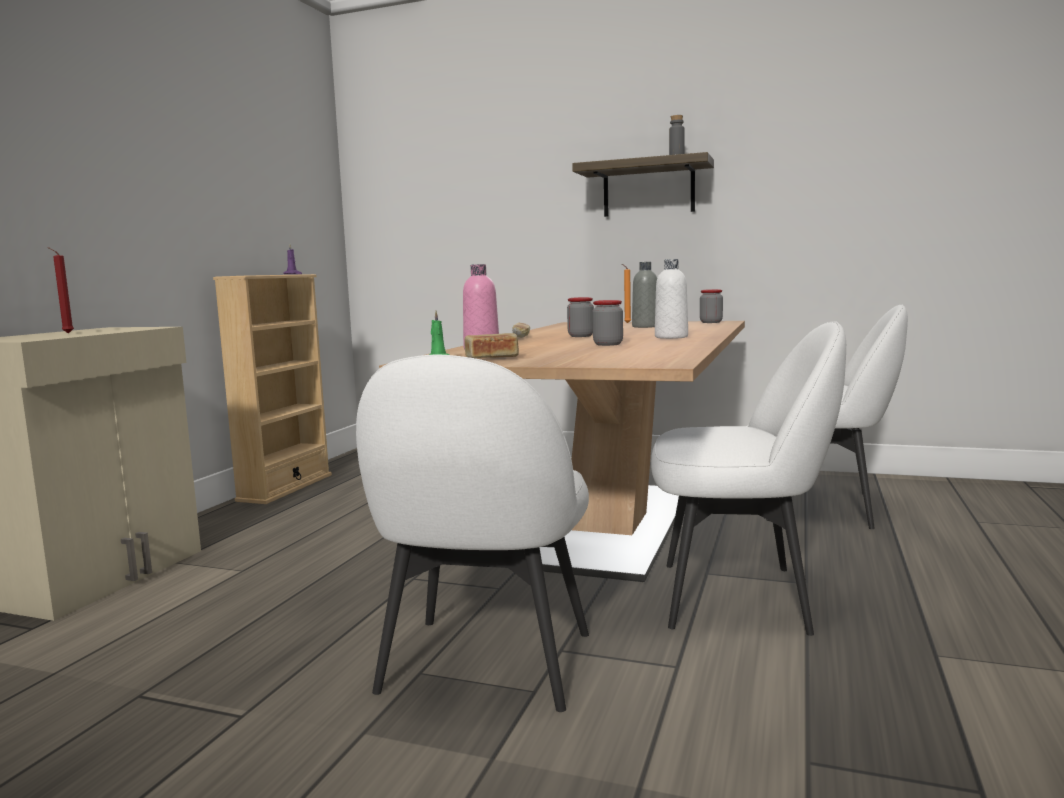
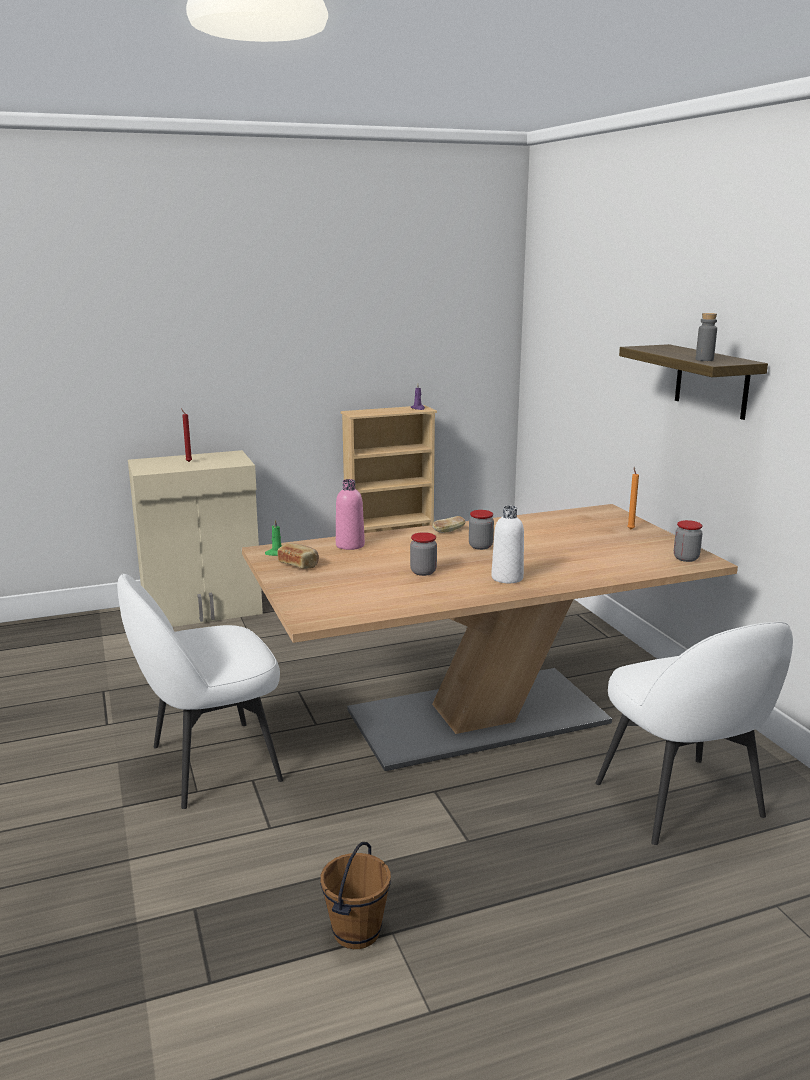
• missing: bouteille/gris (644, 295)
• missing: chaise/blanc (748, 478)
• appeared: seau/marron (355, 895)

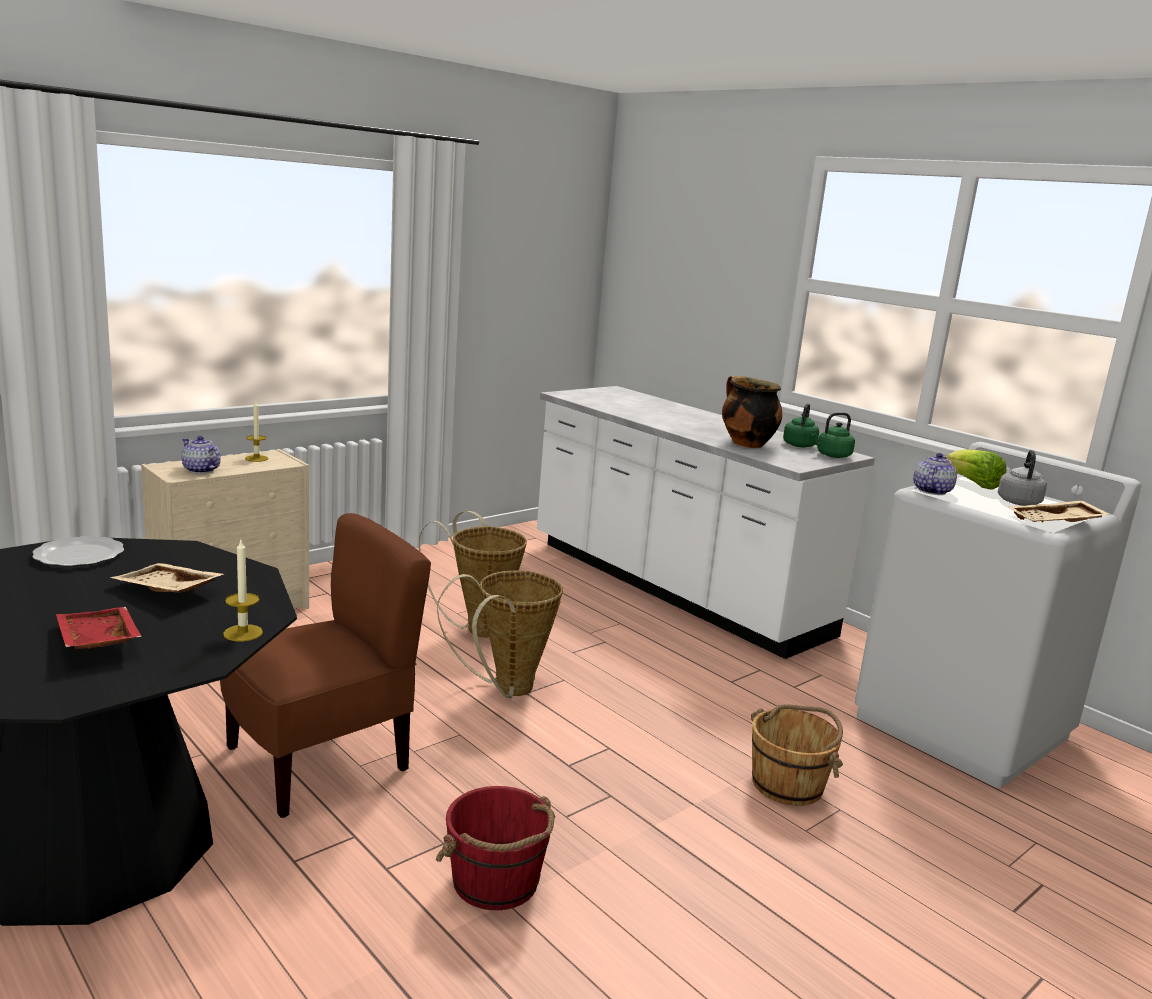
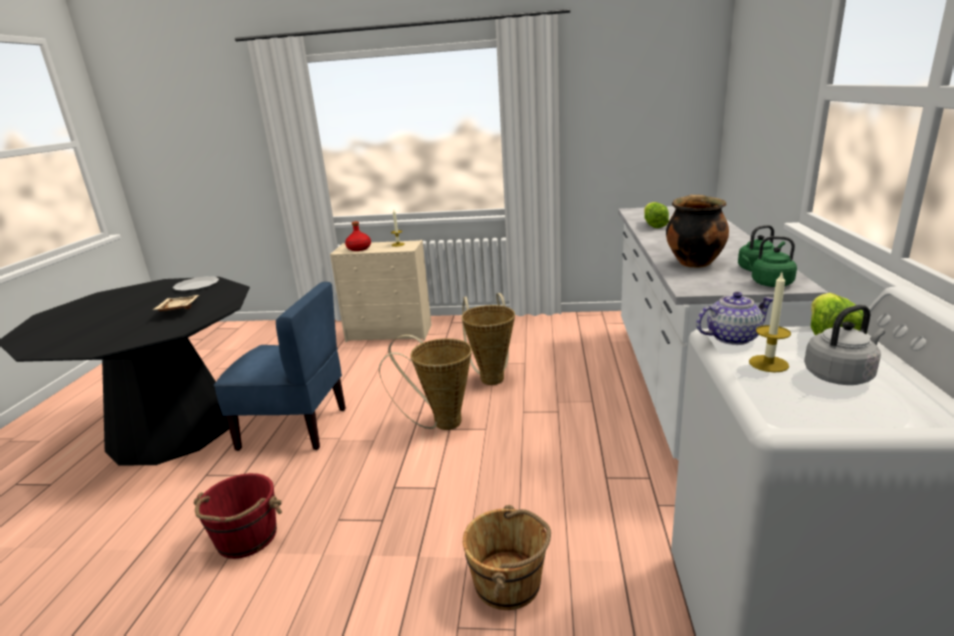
• missing: plateau/rouge (99, 628)
• exchanged: théière (201, 455) to bouteille/rouge (358, 236)
• colour: chaise/marron (325, 665) to chaise/bleu (280, 366)
• relocated: bougie (243, 591) to (770, 322)
• missing: plateau/beige (1059, 511)
• appeared: laitue (656, 215)

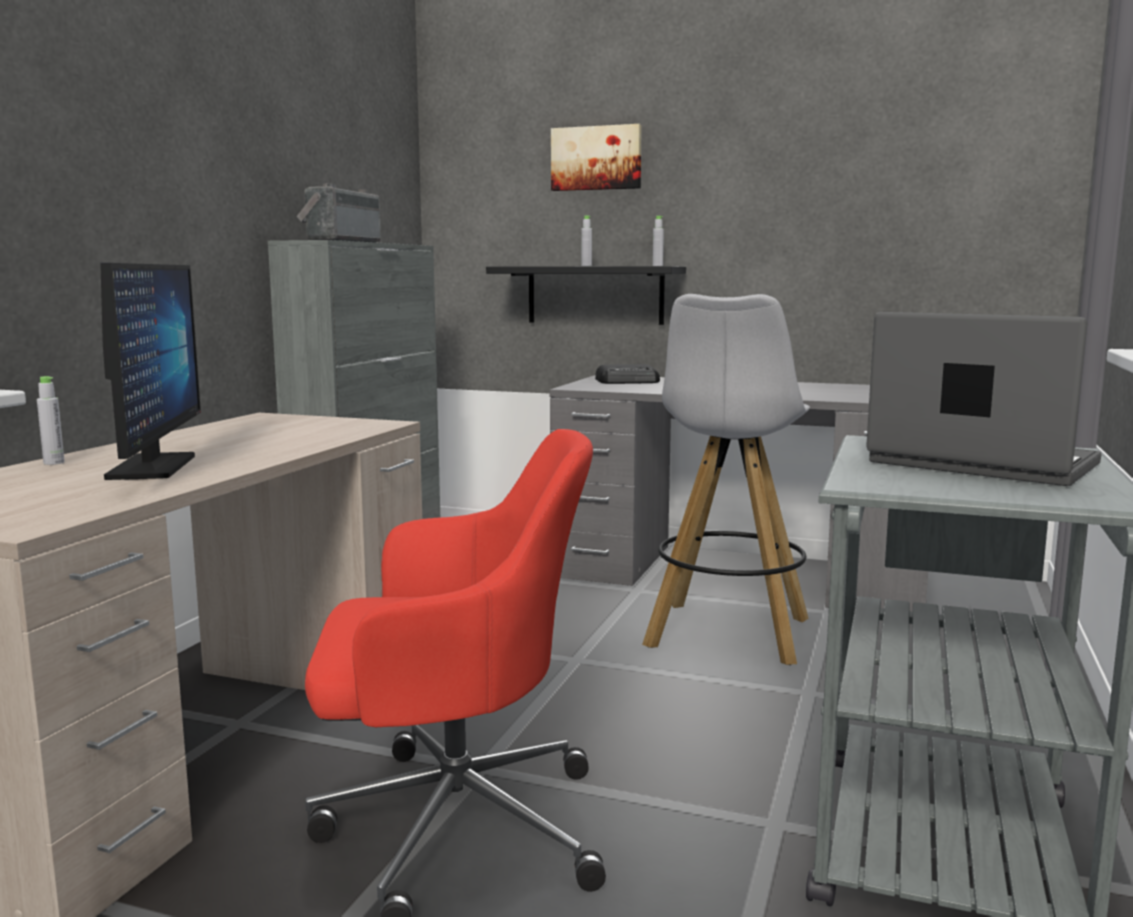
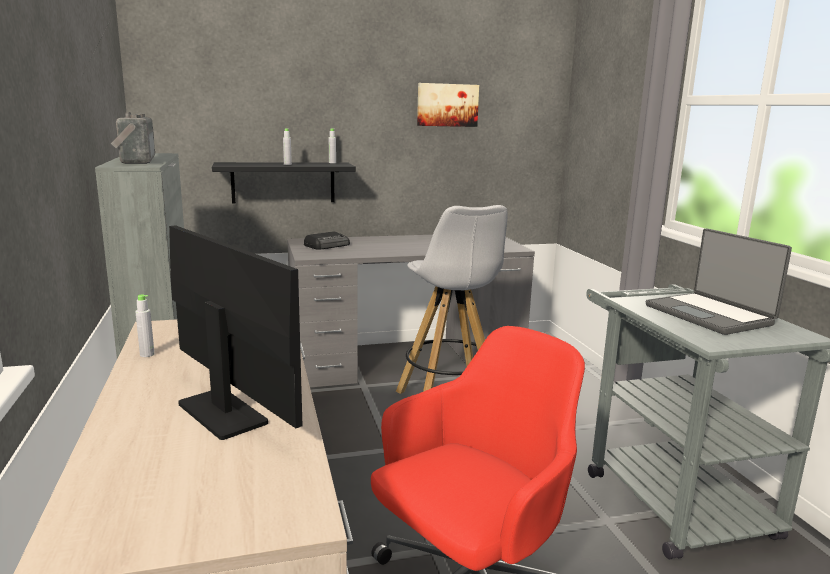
• relocated: bouteille/gris (51, 420) to (144, 326)
• relocated: tableau (596, 157) to (448, 105)
• spun: ordinateur portable (984, 399) = (719, 281) 120 degrees counterclockwise

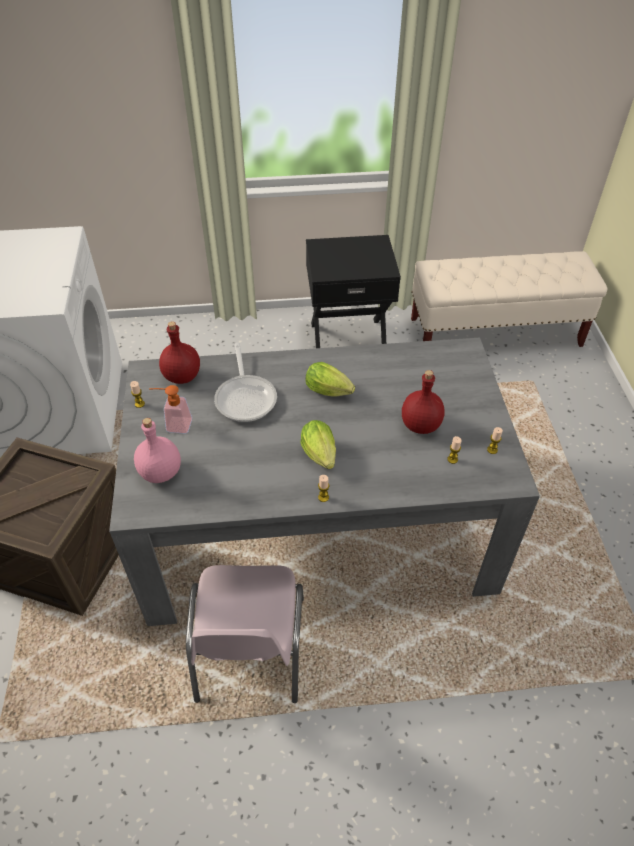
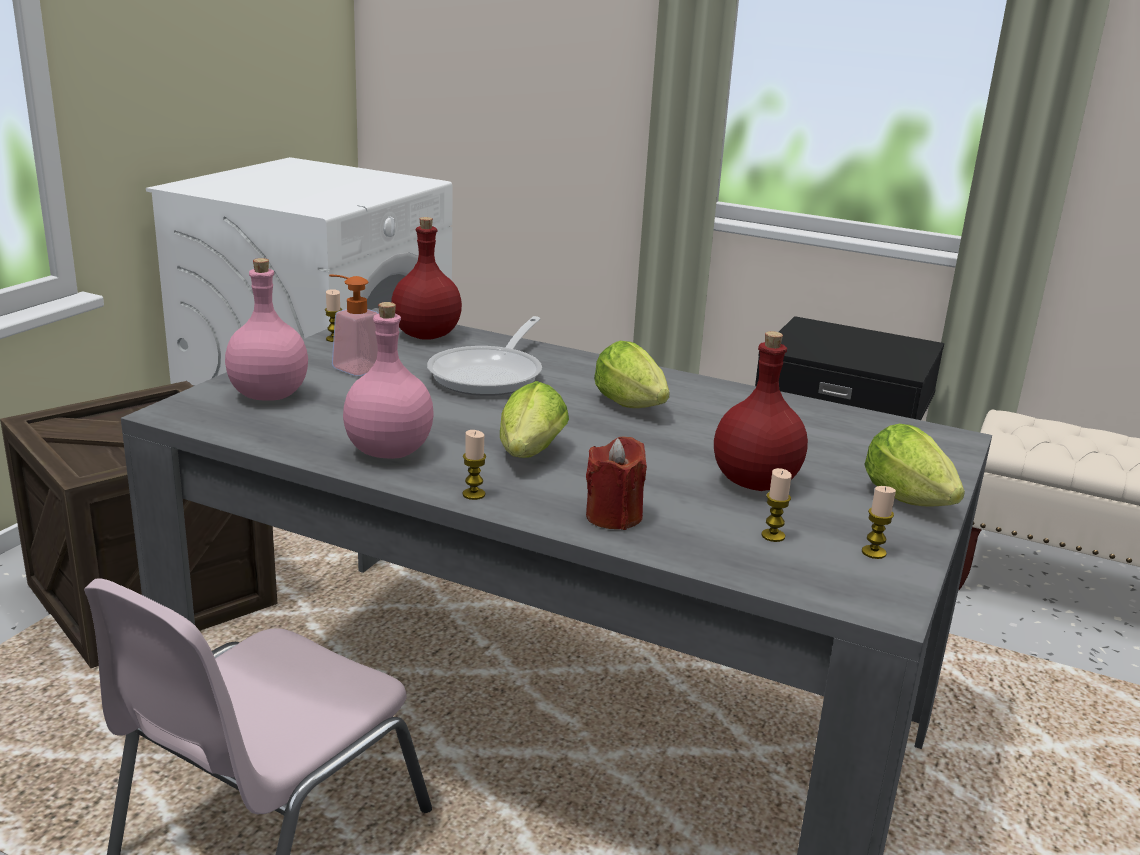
• appeared: bouteille/rose (388, 380)
• appeared: bougie/rouge (616, 483)
• appeared: laitue (914, 465)

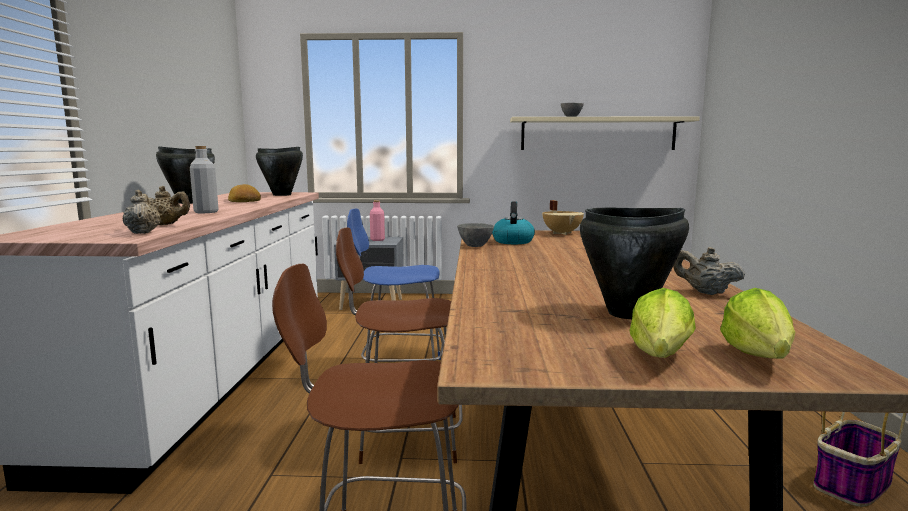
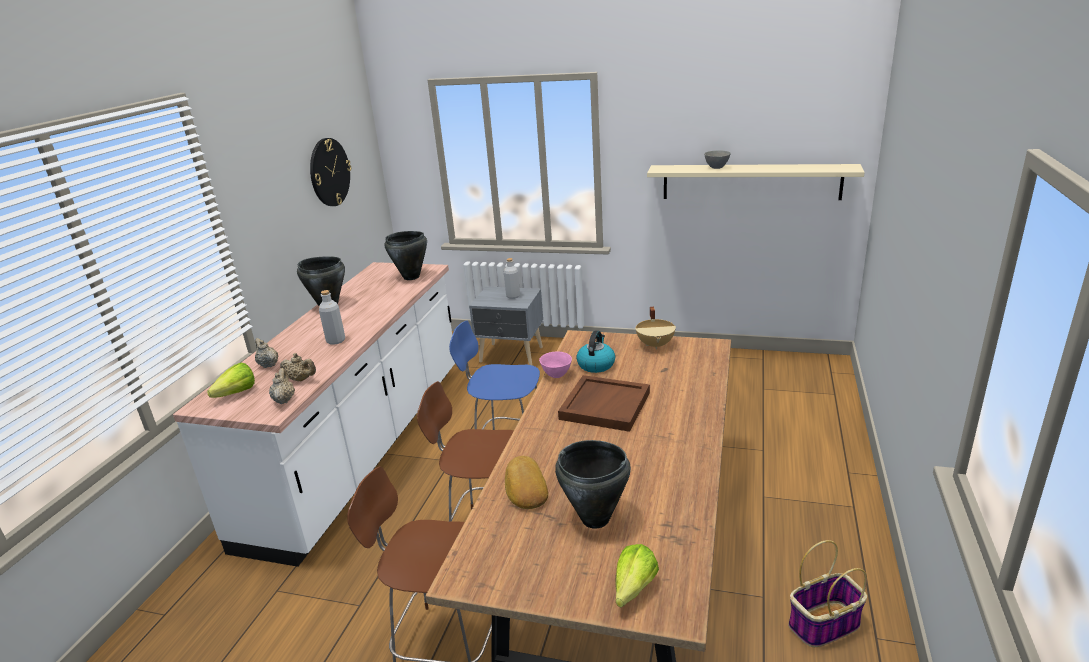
• relocated: pain (244, 193) to (526, 482)
• colour: bouteille/rose (377, 220) to bouteille/gris (512, 278)
• colour: bol/gris (475, 235) to bol/rose (555, 365)
• relocated: laitue (663, 323) to (231, 380)
• relocated: théière/beige (709, 271) to (267, 353)
• appeared: horloge murale (330, 172)
• appeared: plateau/marron (604, 403)

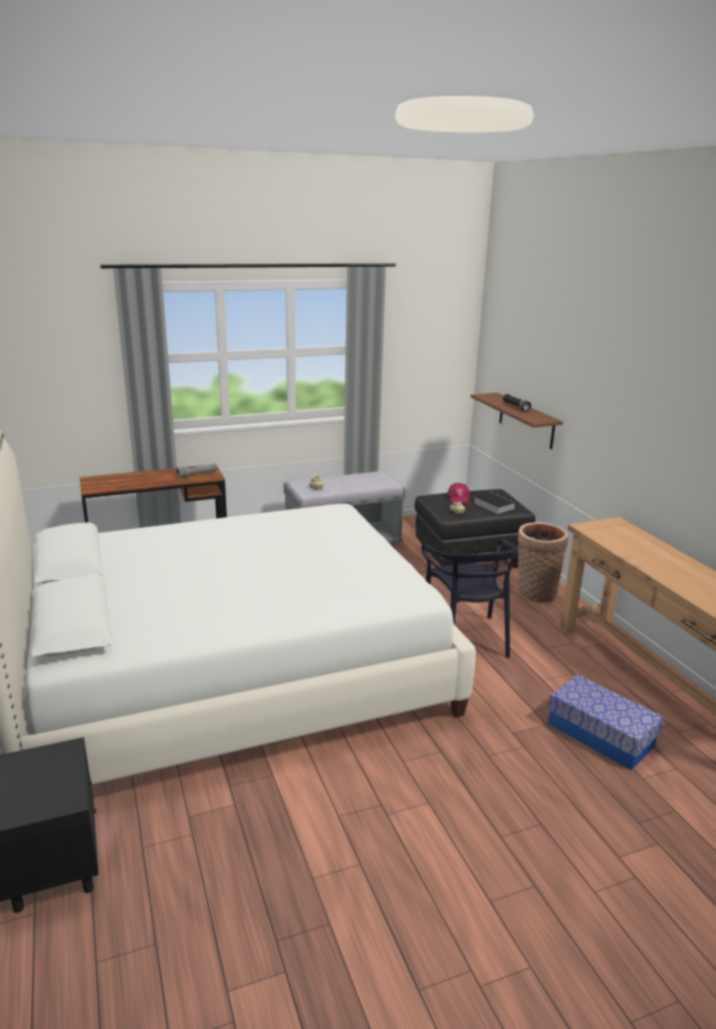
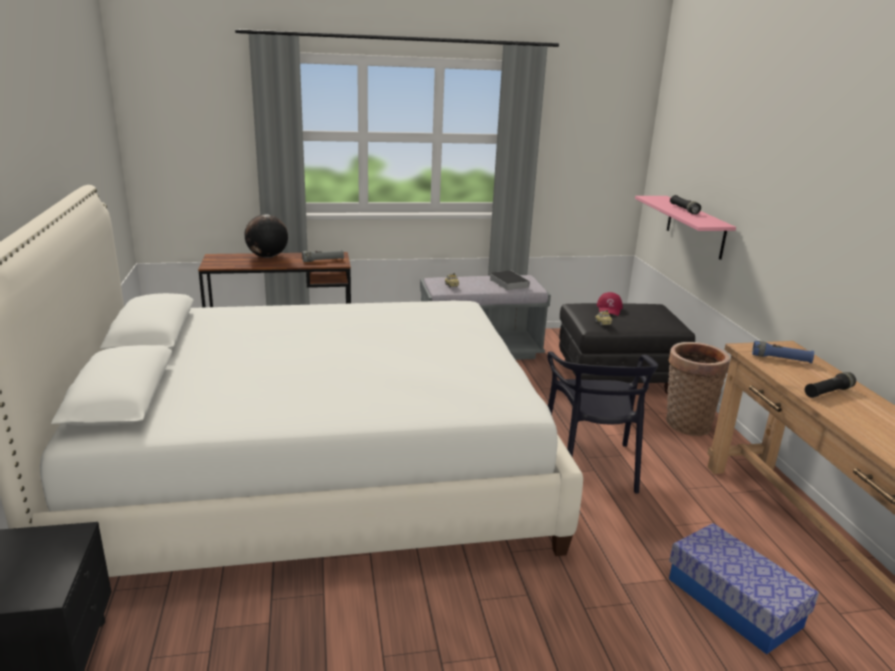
• colour: étagère/marron (517, 421) to étagère/rose (685, 228)
• relocated: livre (495, 503) to (509, 280)
• appeared: globe (266, 236)
• appeared: lampe de poche/bleu (783, 352)
• appeared: lampe de poche/noir (830, 385)

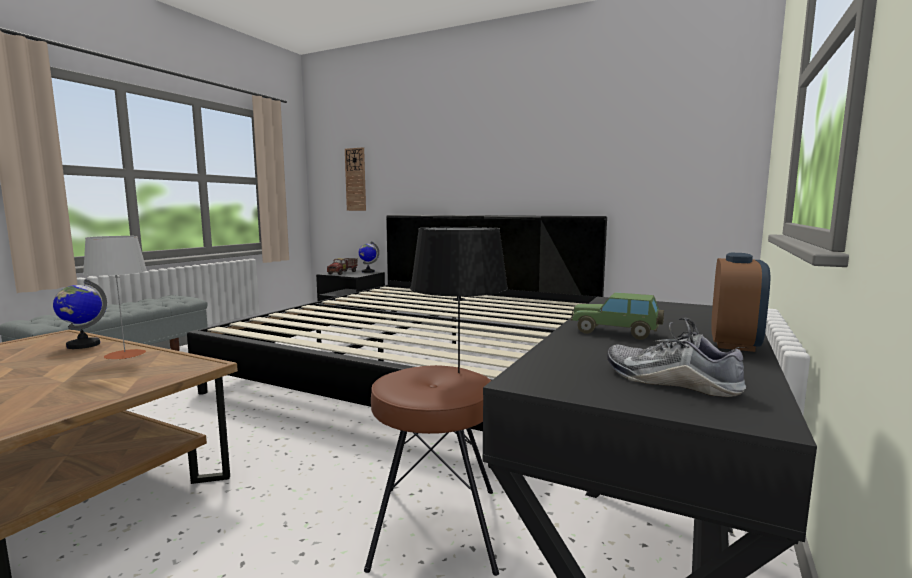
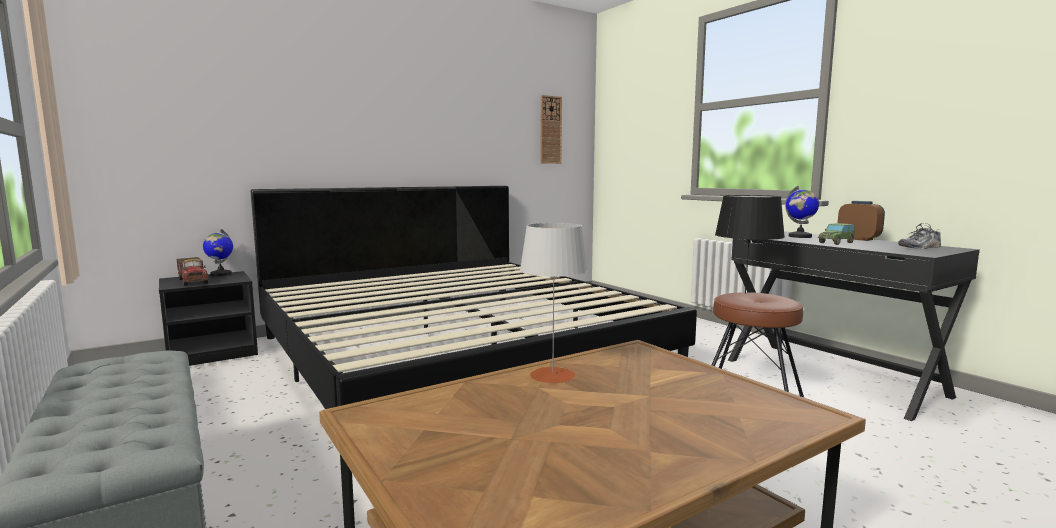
• relocated: globe (80, 314) to (802, 212)
• relocated: horloge murale (355, 179) to (551, 129)

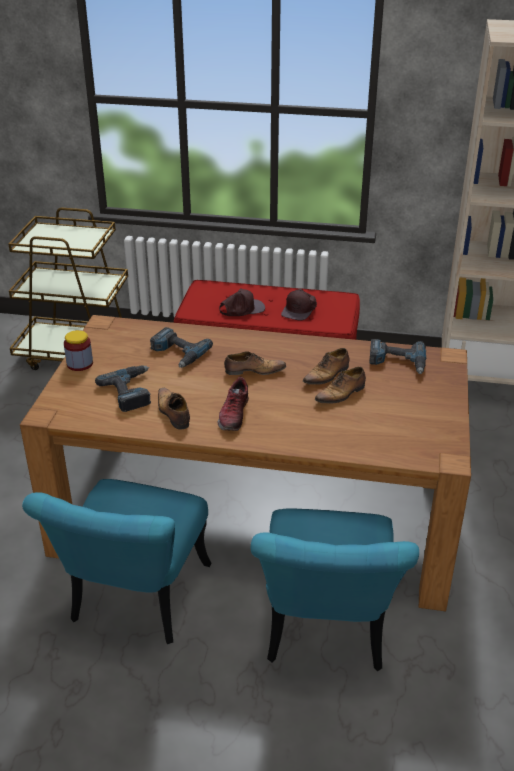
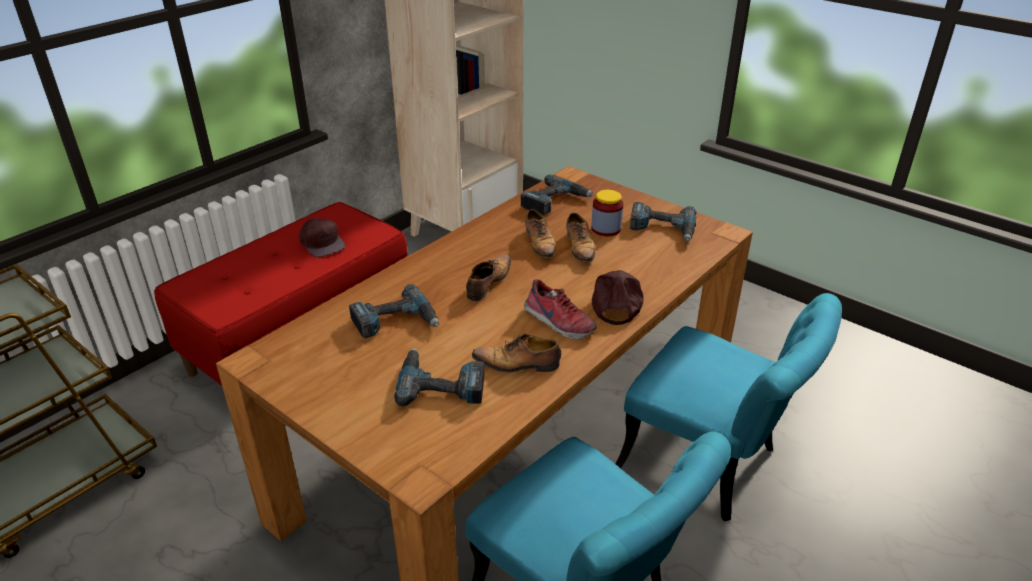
• relocated: bocal (78, 350) to (607, 213)
• relocated: casquette/marron (242, 302) to (618, 297)
• appeared: perceuse (663, 222)

